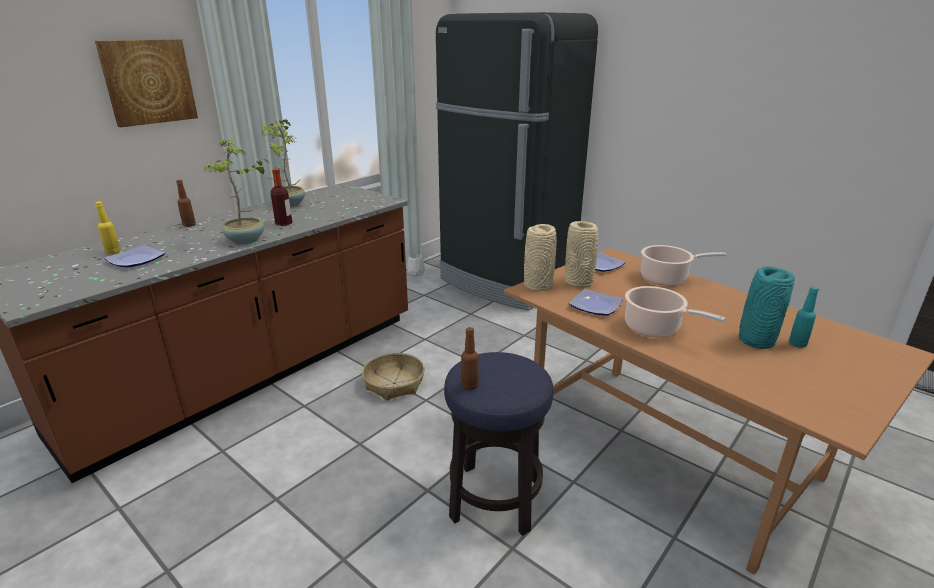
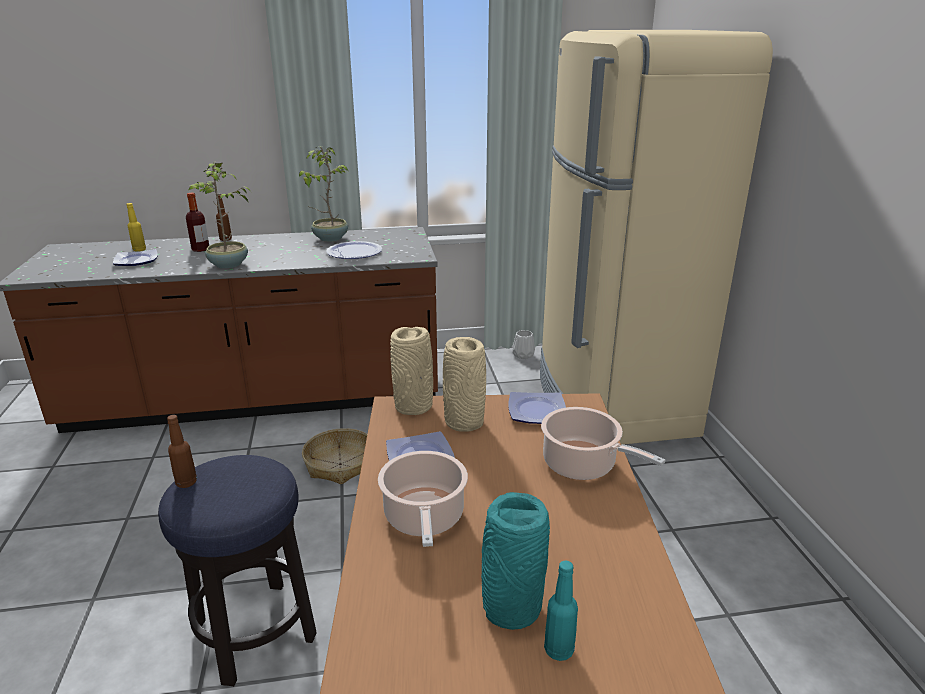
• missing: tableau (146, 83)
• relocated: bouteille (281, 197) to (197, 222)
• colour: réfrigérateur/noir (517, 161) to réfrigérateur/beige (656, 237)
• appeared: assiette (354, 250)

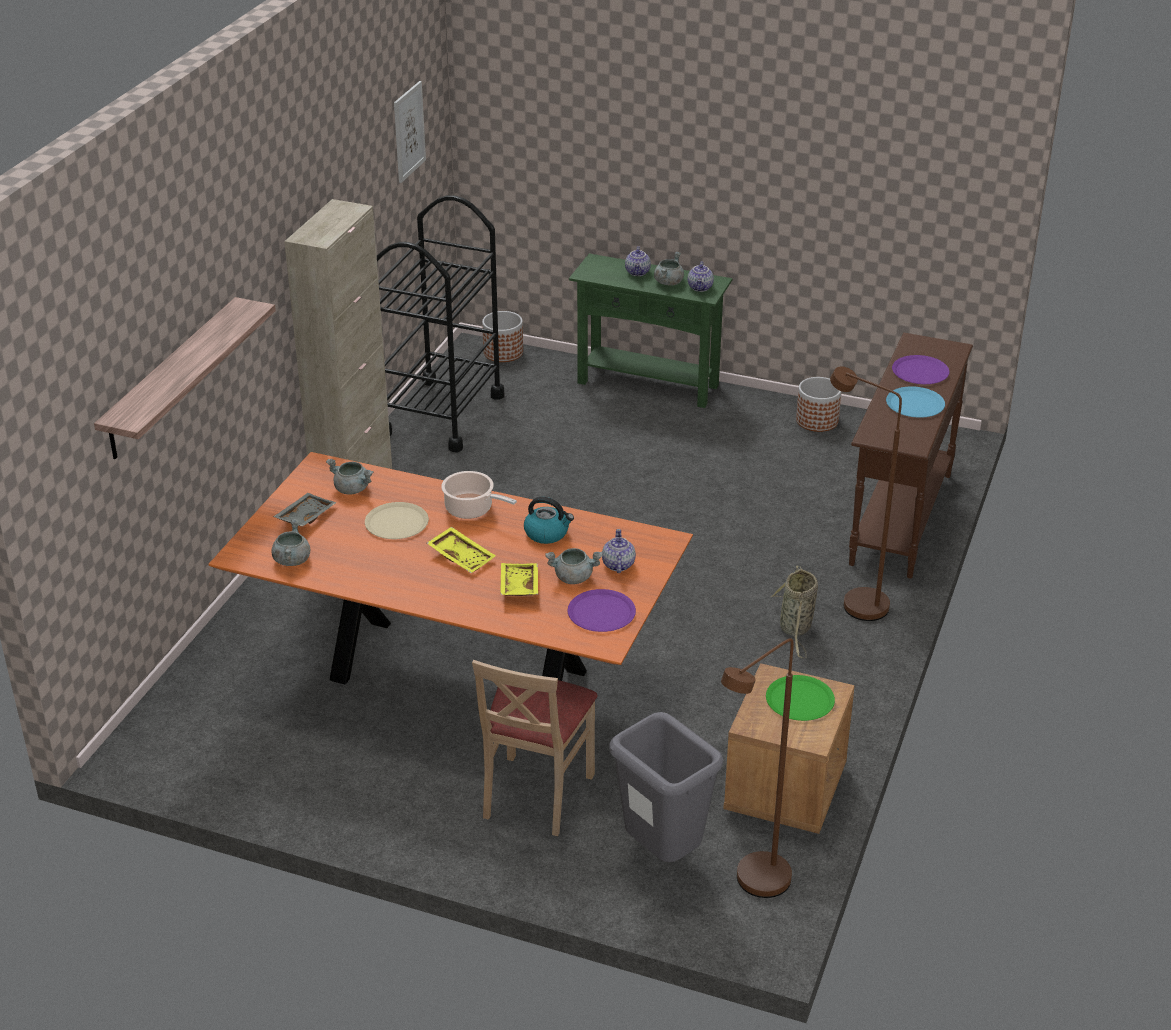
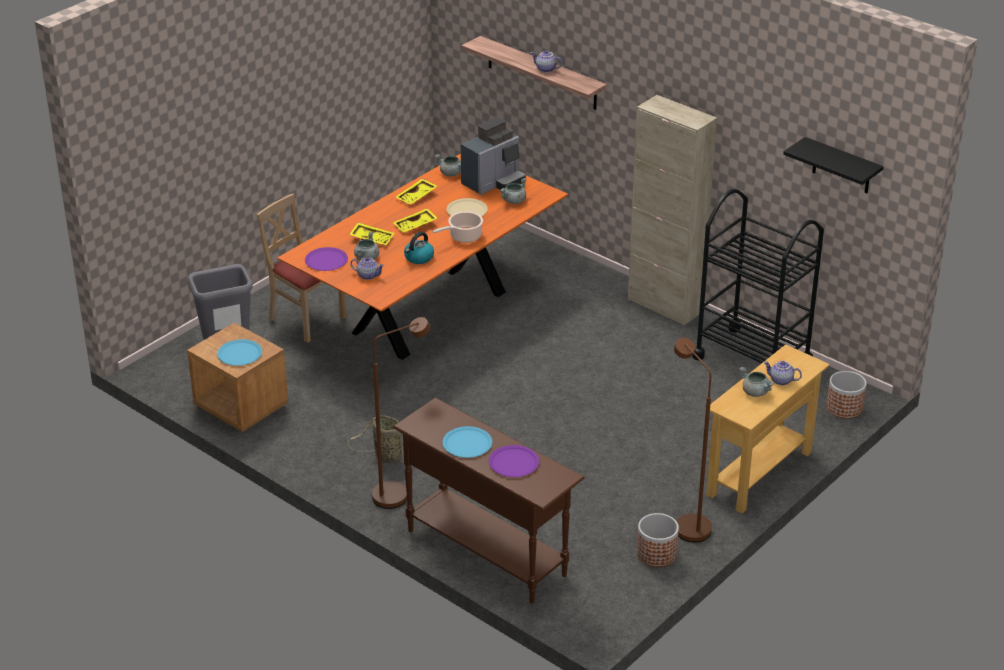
• exchanged: plateau/gris (304, 510) to machine à café (493, 156)
• exchanged: tableau (410, 132) to étagère/noir (833, 165)
• colour: table console/vert (650, 330) to table console/beige (768, 428)
• relocated: théière (701, 276) to (546, 61)
• relocated: lampadaire/marron (757, 768) to (693, 440)
• colour: assiette/vert (800, 698) to assiette/bleu (239, 352)
• appeared: plateau/jaune (416, 191)

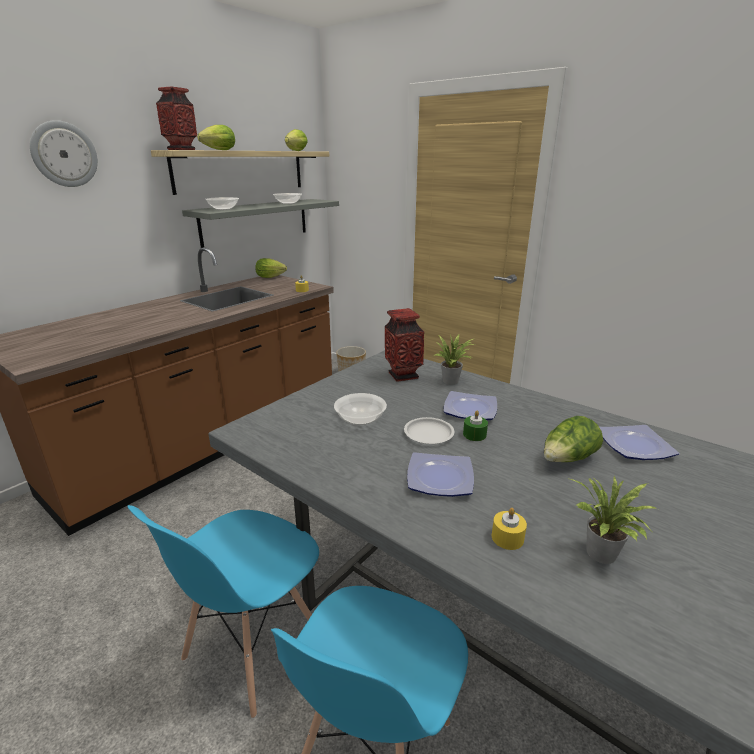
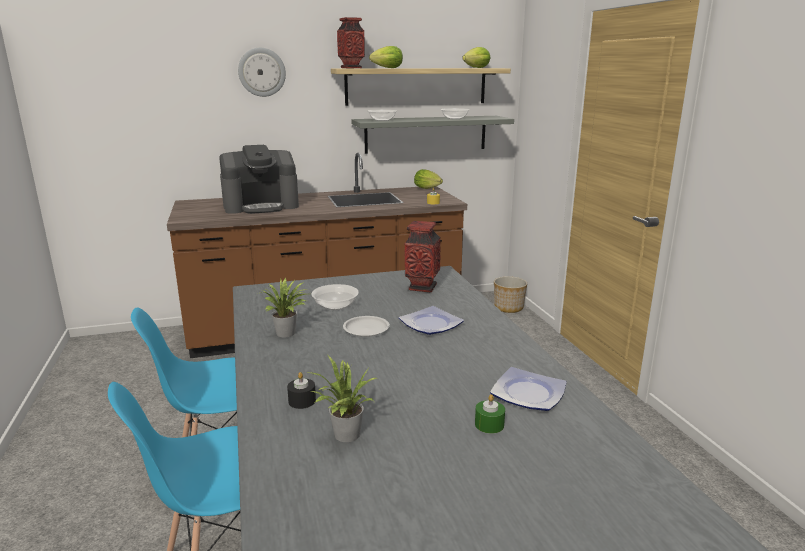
• missing: assiette (440, 474)
• relocated: plante en pot (455, 359) to (284, 307)
• relocated: bougie/vert (475, 426) to (490, 414)
• colour: bougie/jaune (509, 529) to bougie/noir (301, 390)
• missing: laitue (573, 439)
• appeared: machine à café (259, 179)

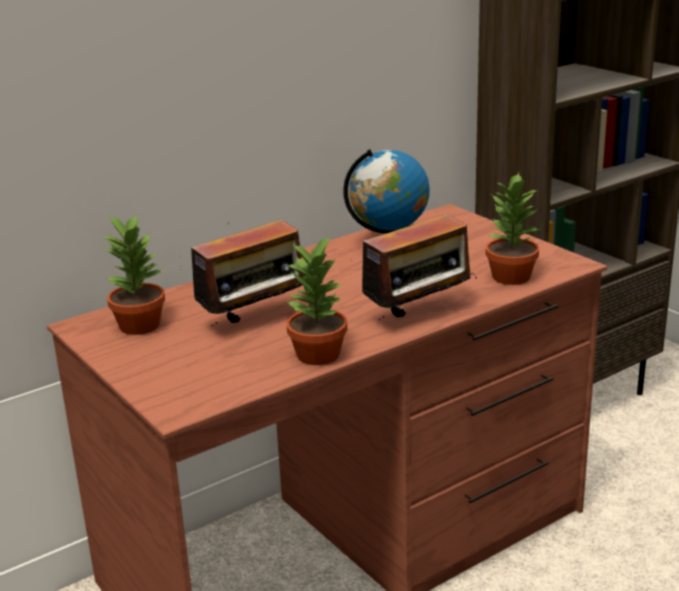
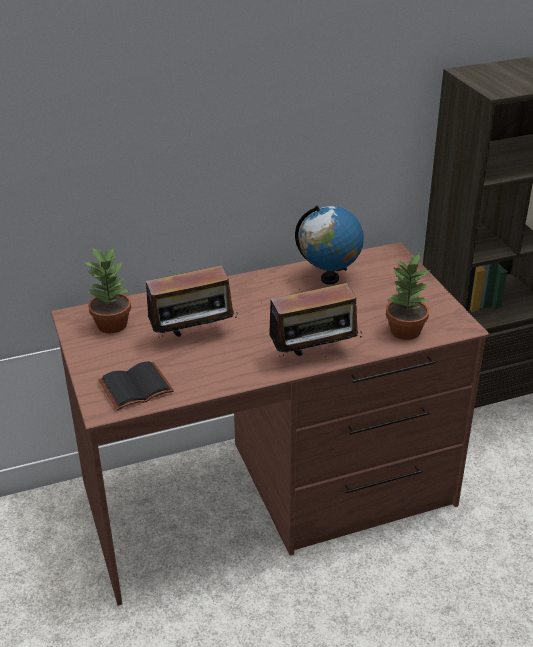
• missing: plante en pot (316, 300)
• appeared: livre/noir (136, 385)

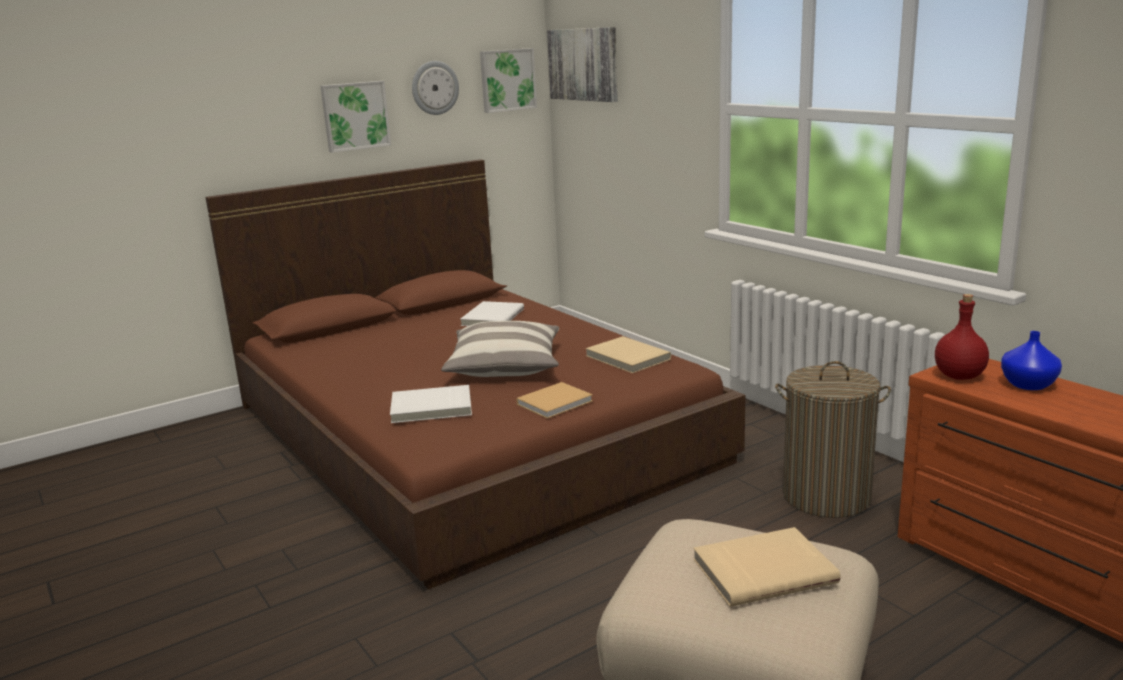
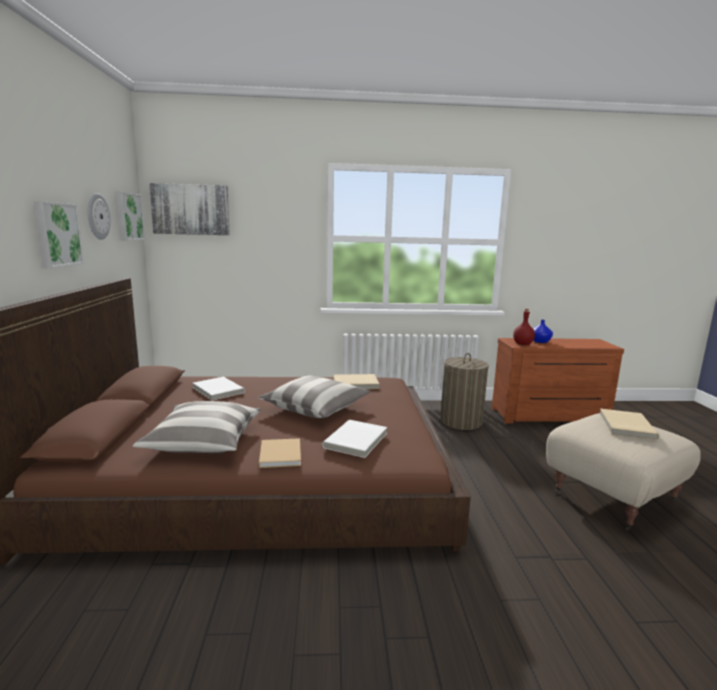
• relocated: livre/beige (554, 400) to (280, 453)
• appeared: coussin (197, 427)

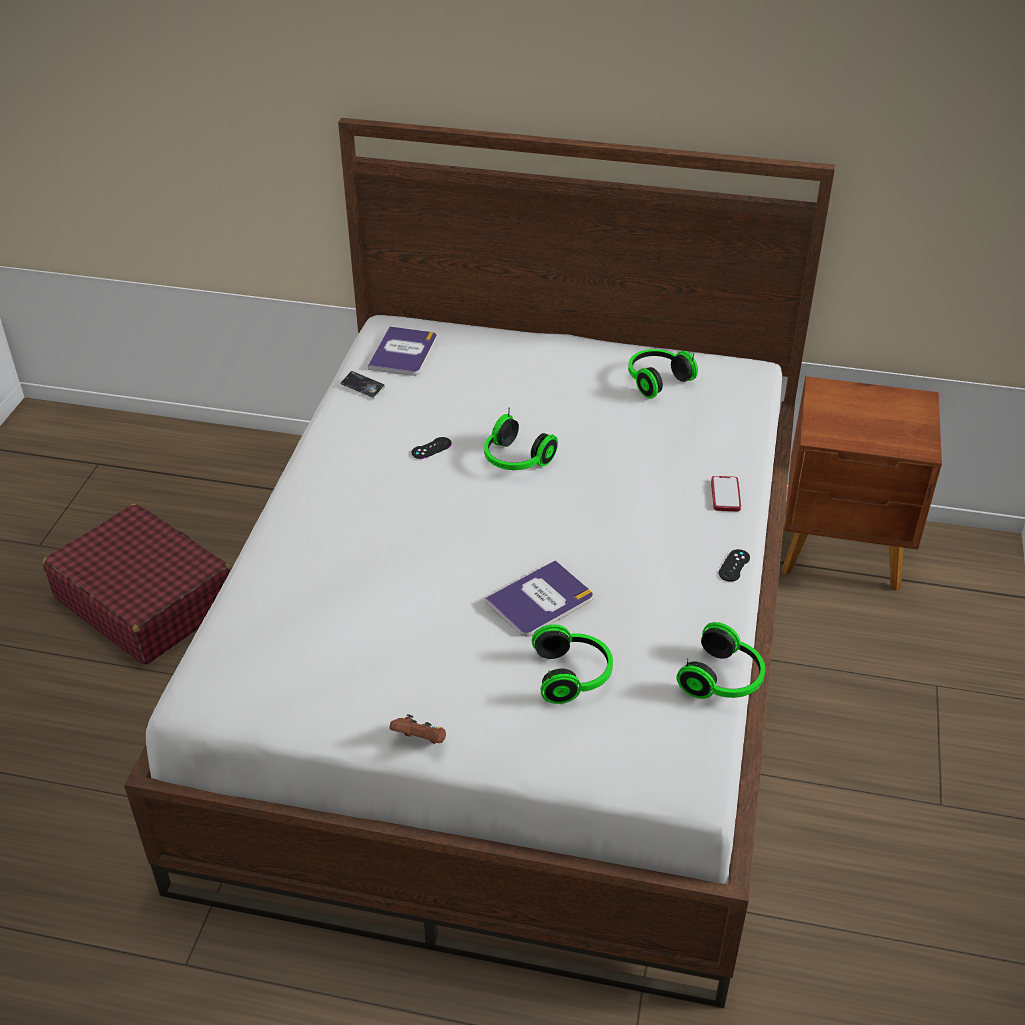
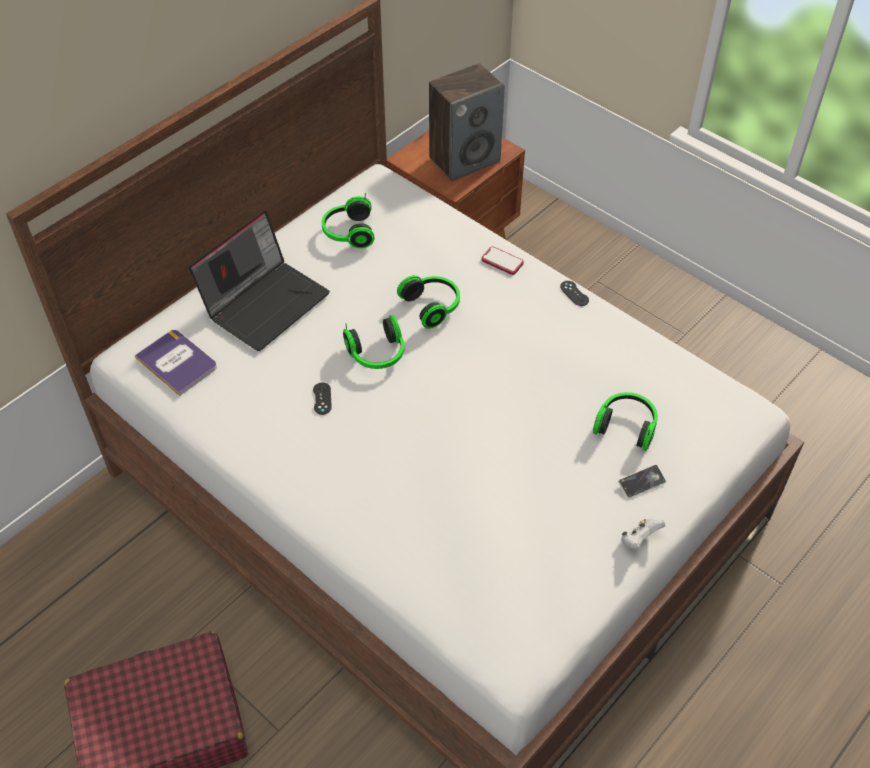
• relocated: téléphone (362, 385) to (642, 481)
• colour: manette/marron (418, 729) to manette/blanc (643, 533)
• missing: livre (539, 598)
• relocated: casque audio (721, 660) to (428, 302)
• appeared: ordinateur portable (259, 280)
• appeared: enceinte (467, 122)

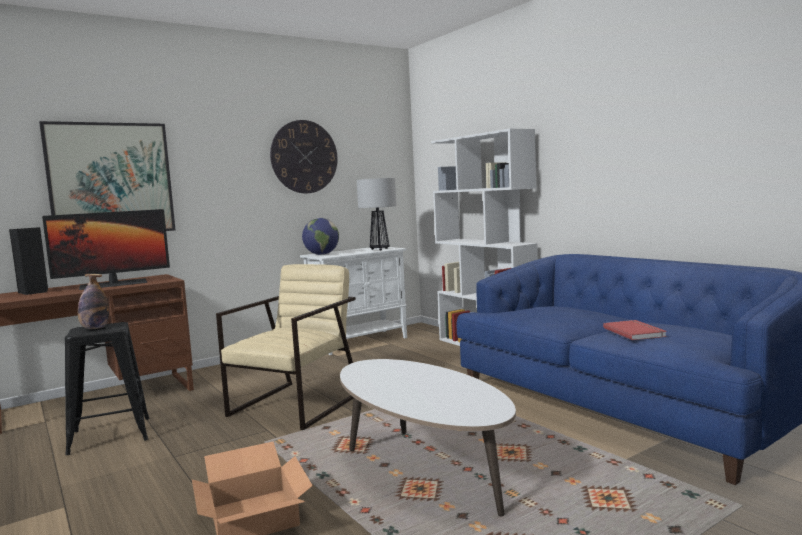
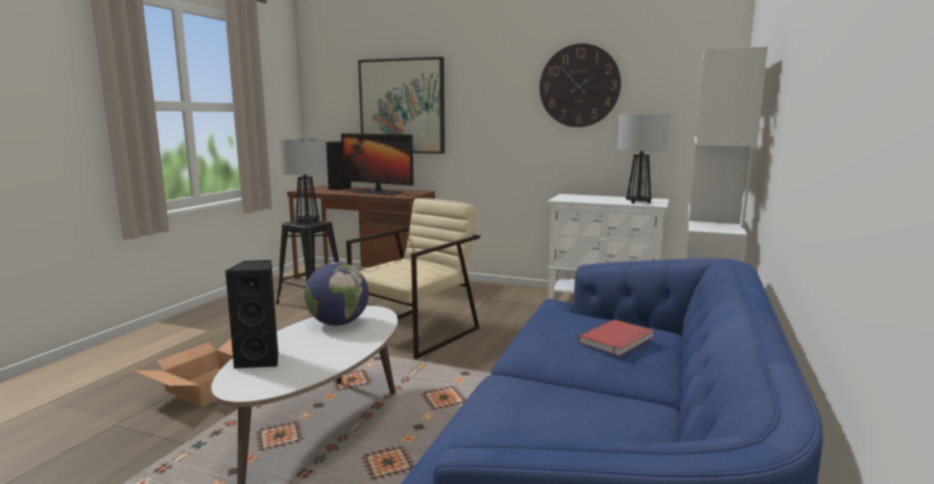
• exchanged: bouteille (93, 301) to lampe de table (303, 181)
• spun: fauteuil/beige (286, 347) = (413, 278) 45 degrees counterclockwise
• relocated: globe (320, 236) to (336, 294)
• relocated: livre/rouge (635, 330) to (616, 337)
• appeared: enceinte/noir (251, 314)

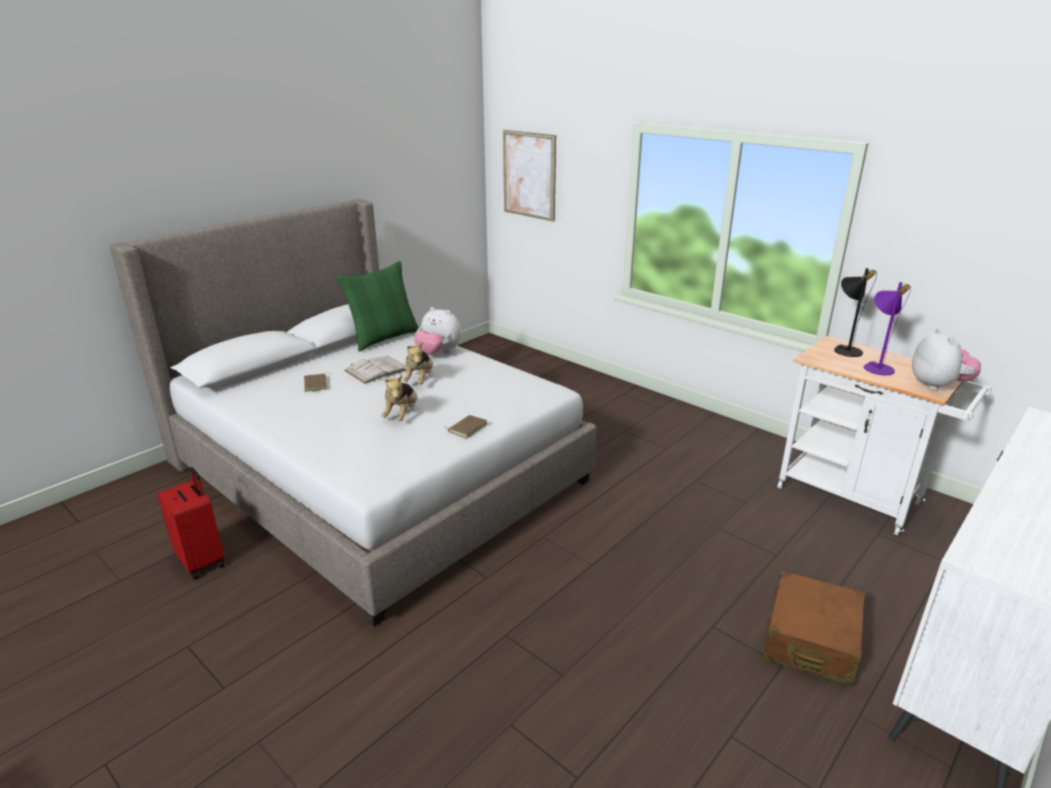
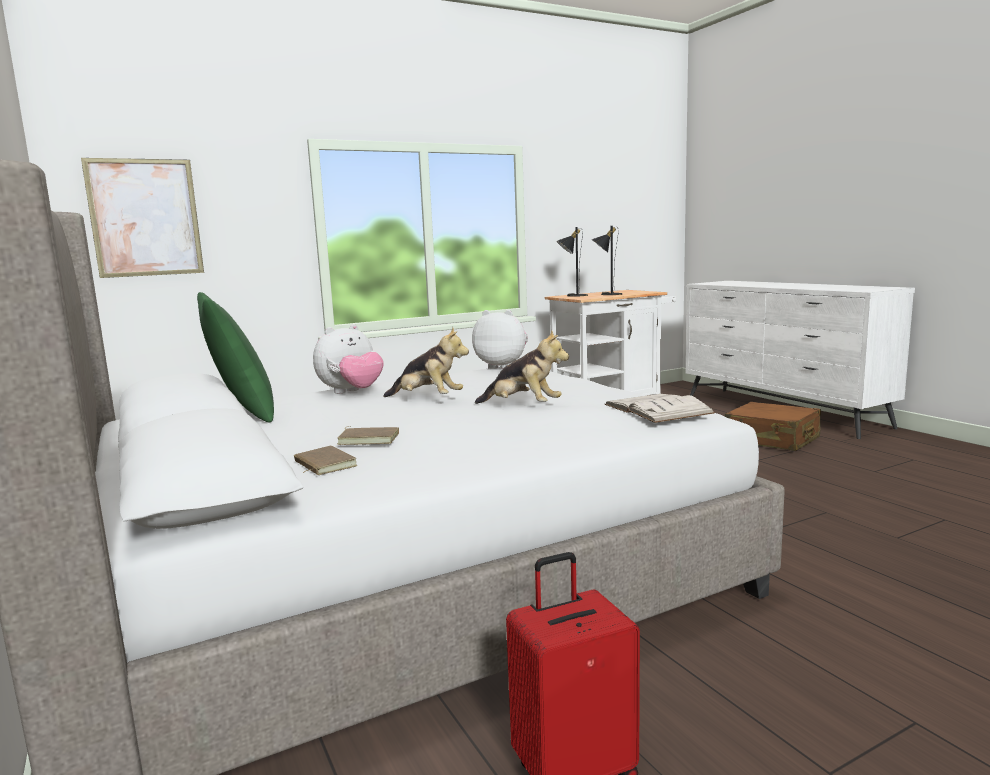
• relocated: livre/blanc (375, 370) to (660, 408)
• relocated: livre/marron (465, 426) to (325, 460)
• colour: lampe de table/violet (887, 328) to lampe de table/noir (607, 260)
• relocated: peluche (946, 359) to (500, 339)

